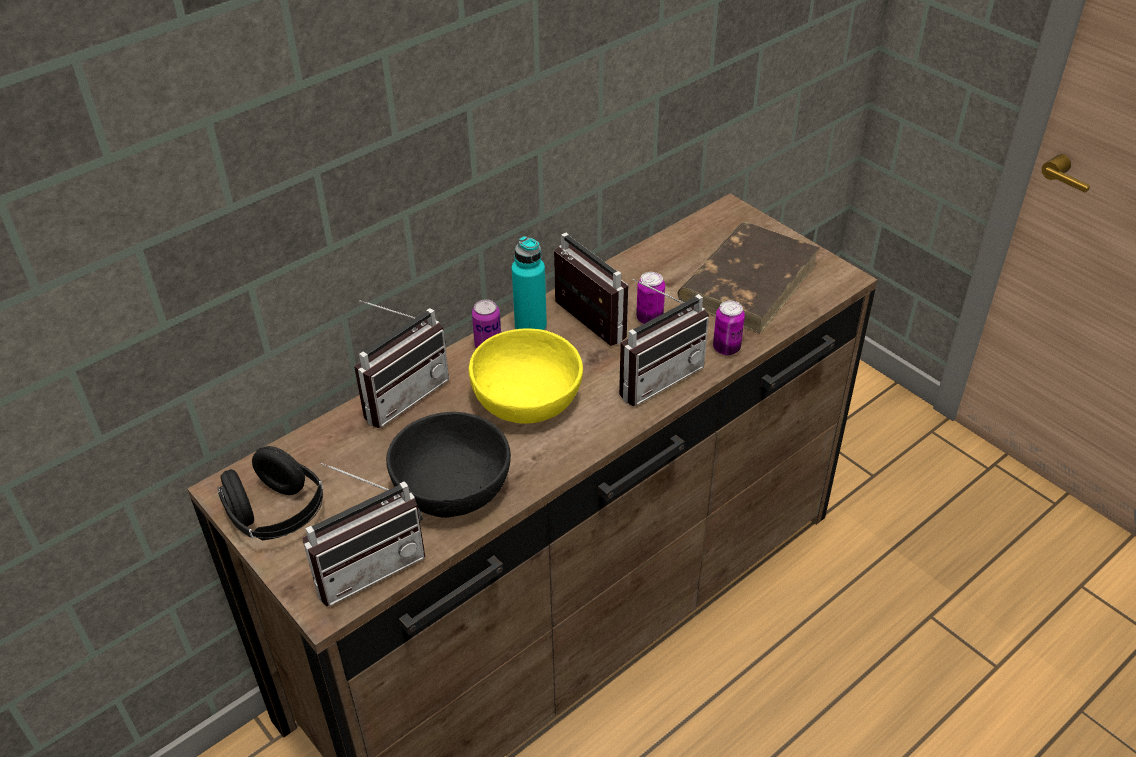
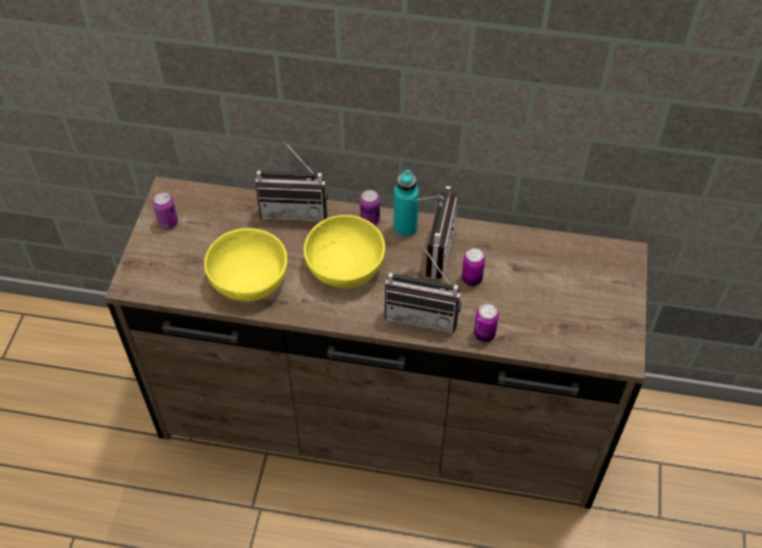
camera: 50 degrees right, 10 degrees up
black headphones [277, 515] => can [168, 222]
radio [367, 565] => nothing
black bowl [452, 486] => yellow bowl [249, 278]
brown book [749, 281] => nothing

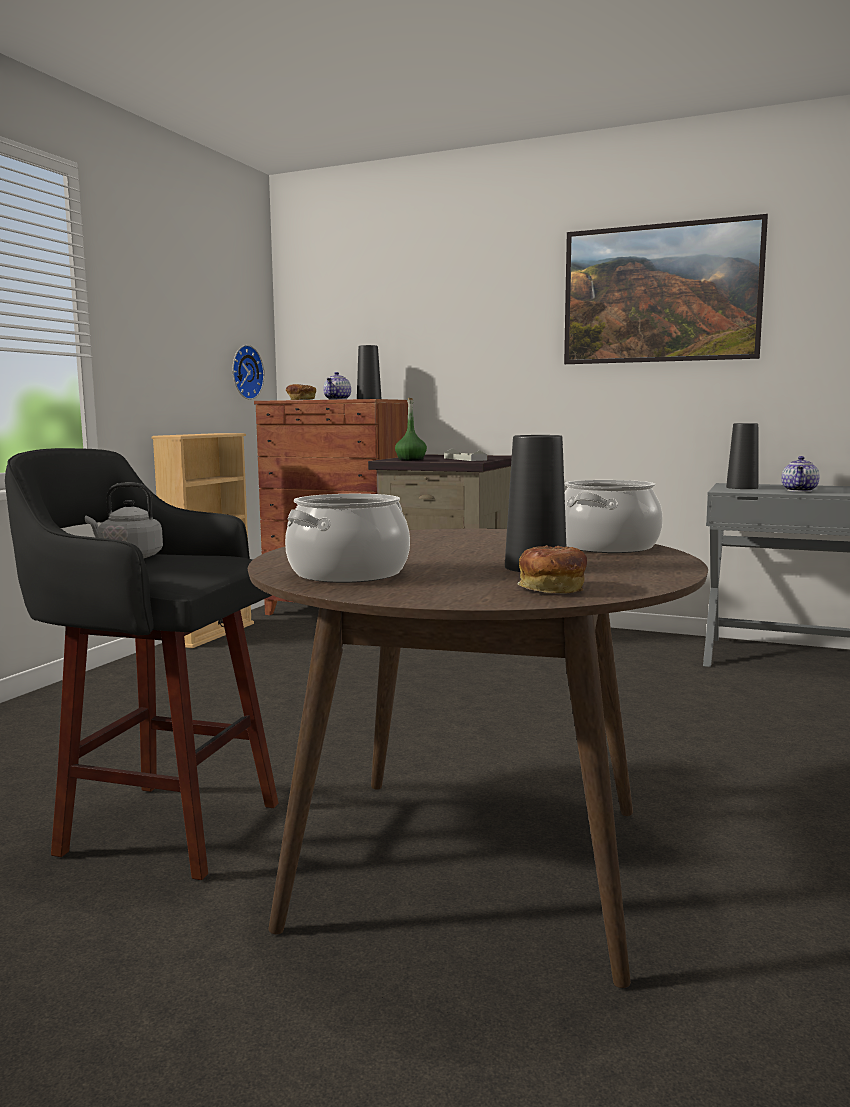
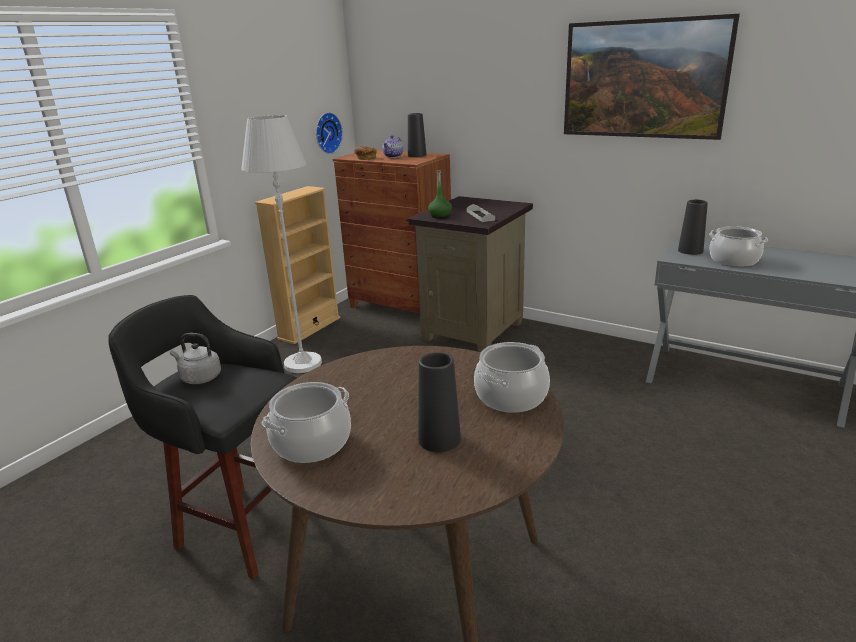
camera: 10 degrees right, 15 degrees up
bread [551, 589] => nothing
teapot [800, 490] => cooking pot [734, 260]
nothing => white floor lamp [303, 363]

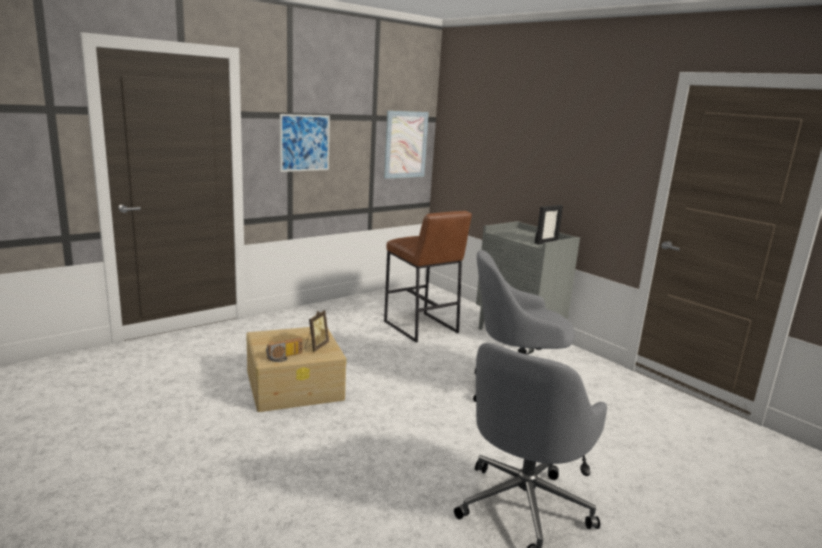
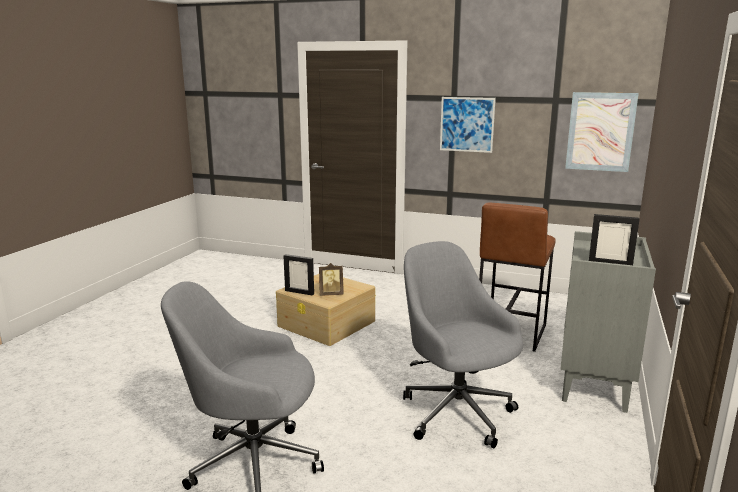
camera: 60 degrees right, 0 degrees up
radio [285, 357] => picture frame [299, 292]

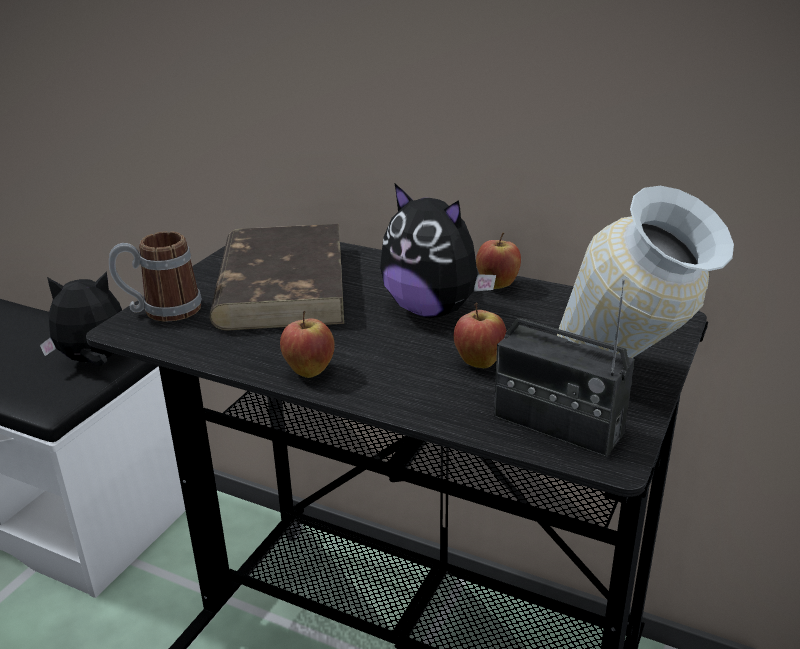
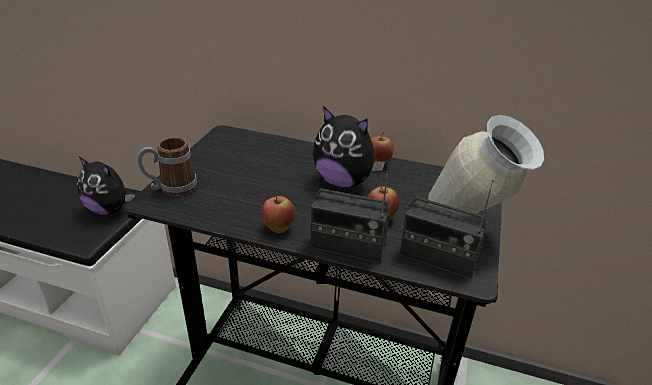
camera: 10 degrees left, 5 degrees up
plush toy [94, 361] => plush toy [110, 210], 135 degrees counterclockwise
brown book [281, 284] => nothing
nothing => radio [347, 247]

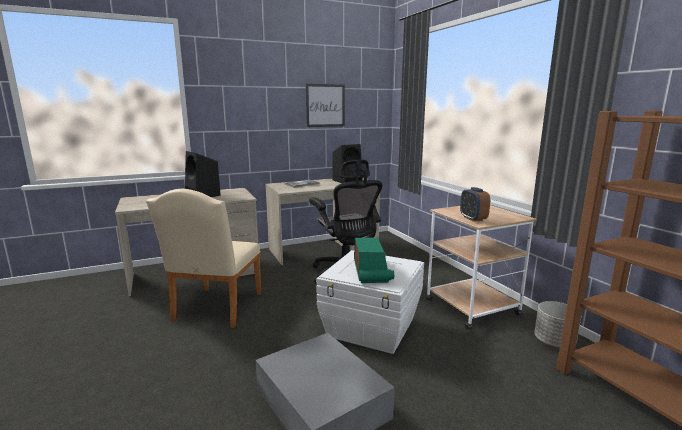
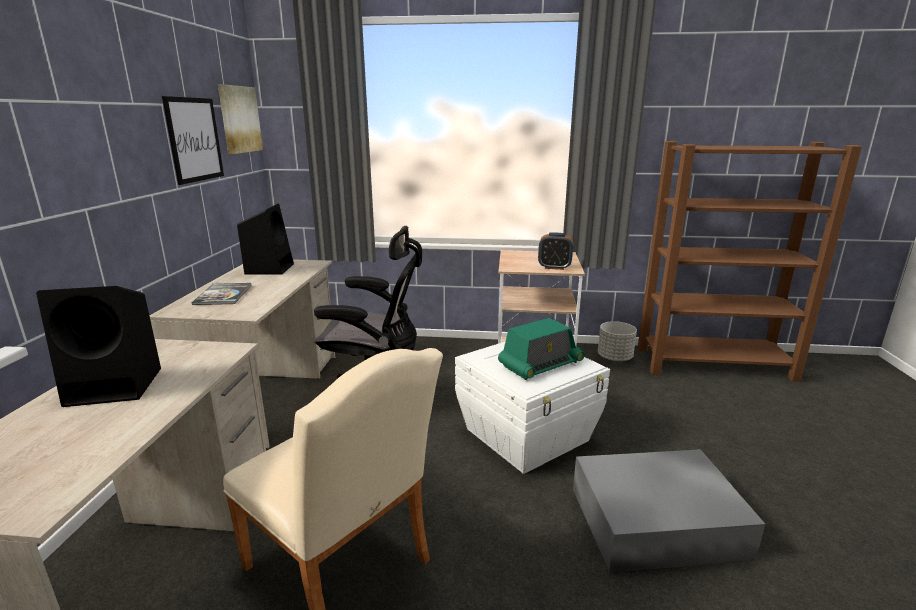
camera: 60 degrees left, 5 degrees up
radio [371, 272] => radio [540, 364], 120 degrees clockwise
nothing => picture [239, 119]

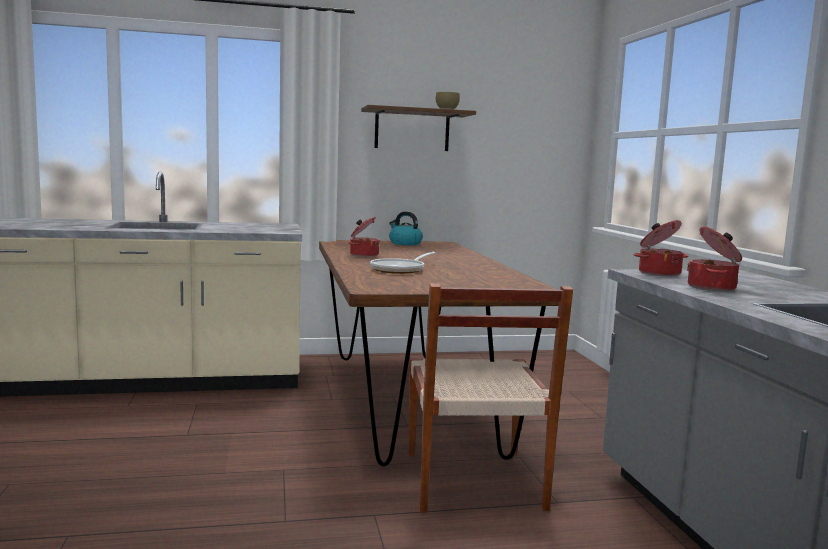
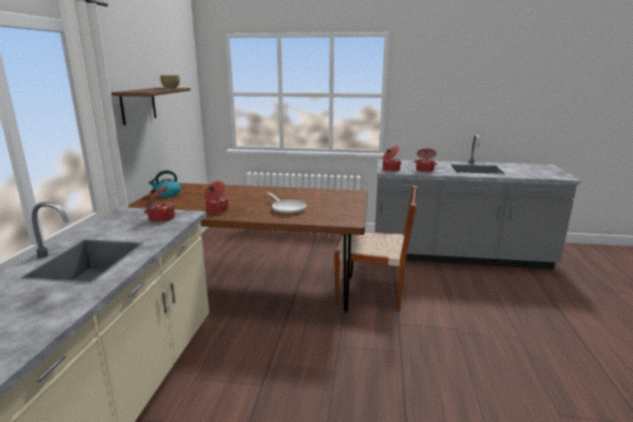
camera: 70 degrees left, 10 degrees up
nothing => cooking pot [161, 218]

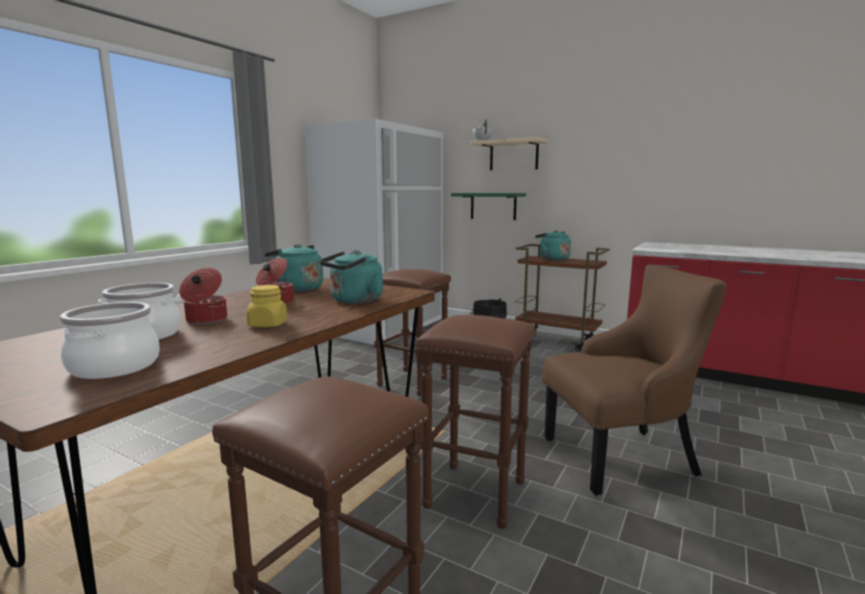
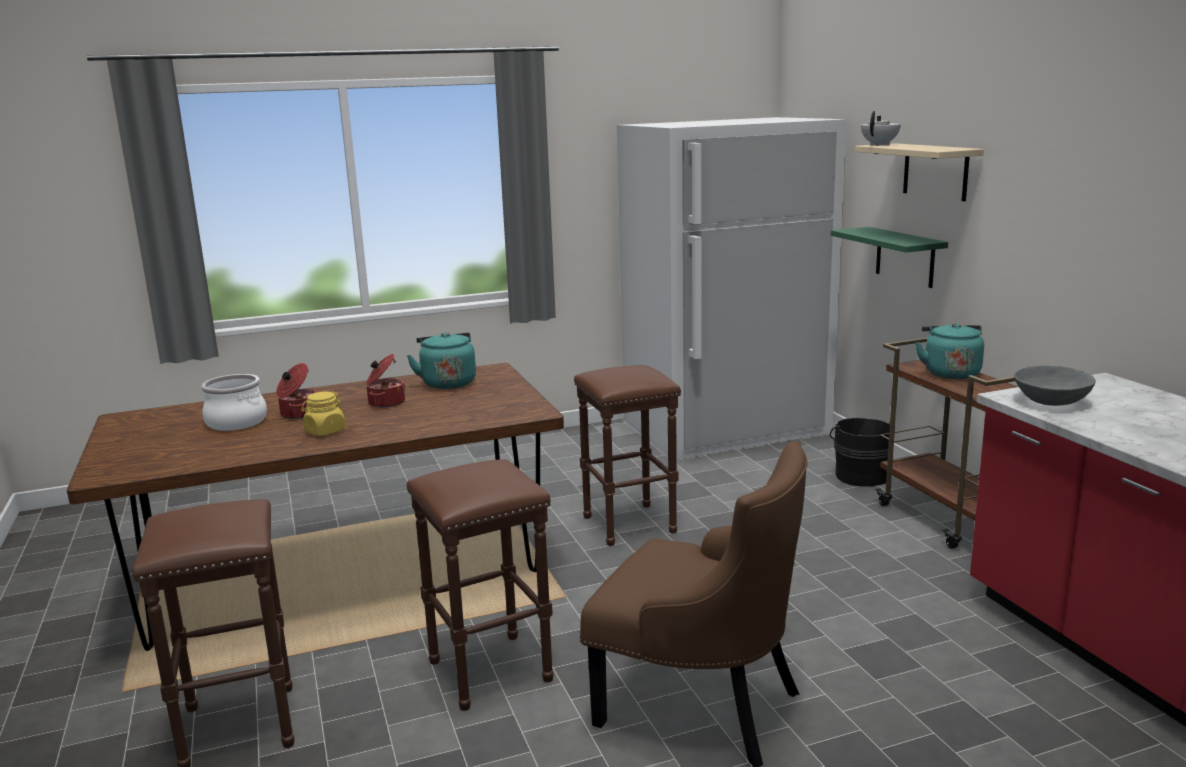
camera: 40 degrees right, 5 degrees up
cooking pot [115, 367] => nothing
turquoise kettle [354, 301] => nothing
nothing => grey bowl [1050, 401]

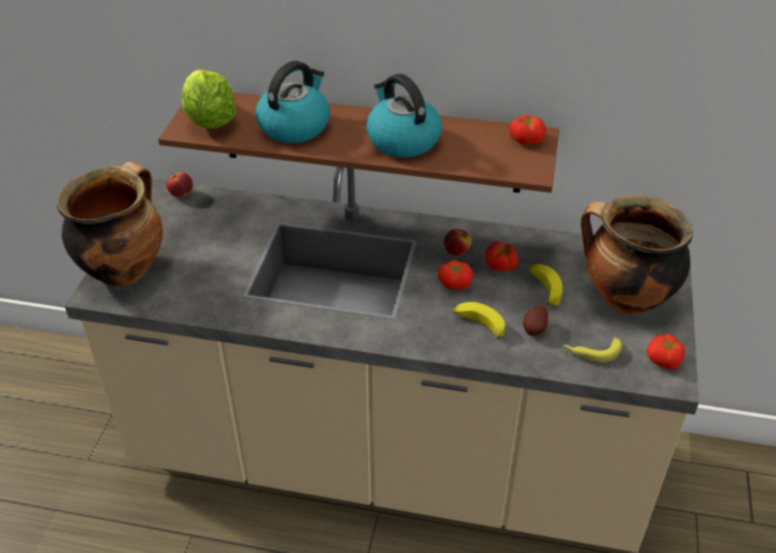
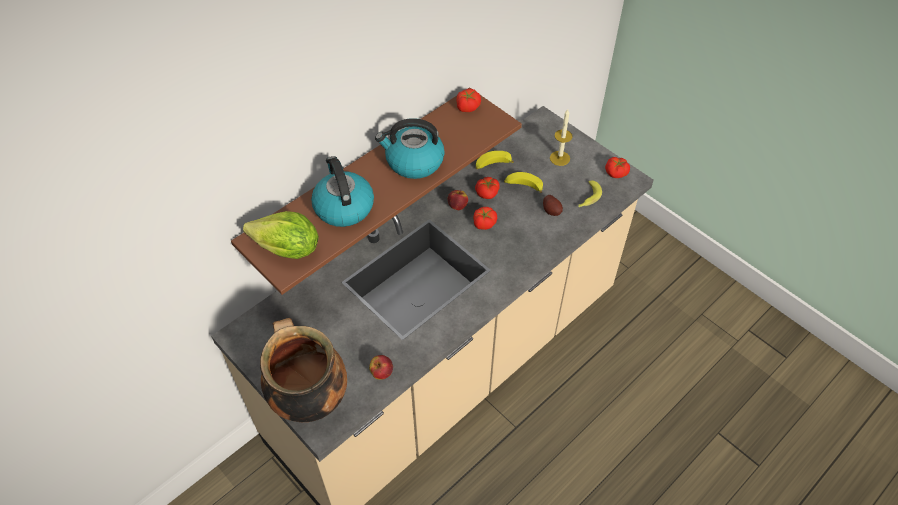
camera: 55 degrees left, 10 degrees up
apple [181, 194] => apple [382, 373], moved
banana [478, 325] => banana [492, 165], moved
cooking pot [624, 299] => candle [559, 158]

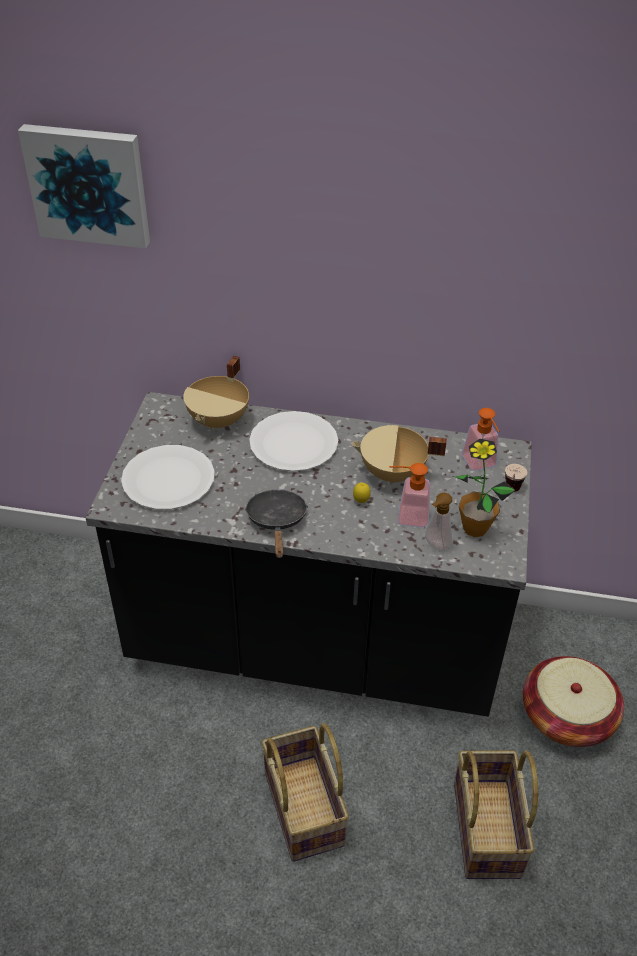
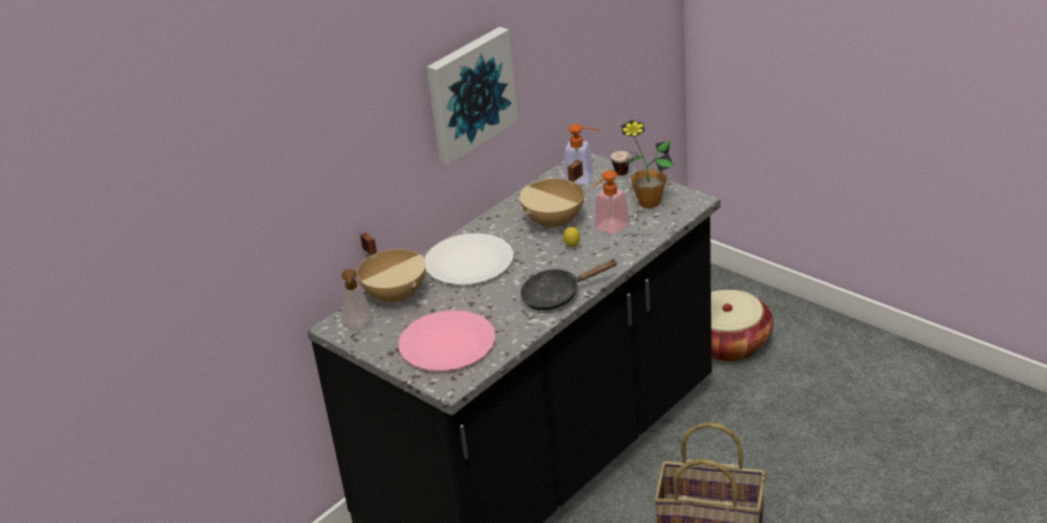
camera: 55 degrees left, 10 degrees down
picture [89, 184] => picture [469, 93], moved
white plate [168, 479] => pink plate [447, 343]
black frying pan [277, 522] => black frying pan [557, 295], 45 degrees counterclockwise
soap dispenser [435, 547] => soap dispenser [359, 329], moved
basket [488, 829] => nothing

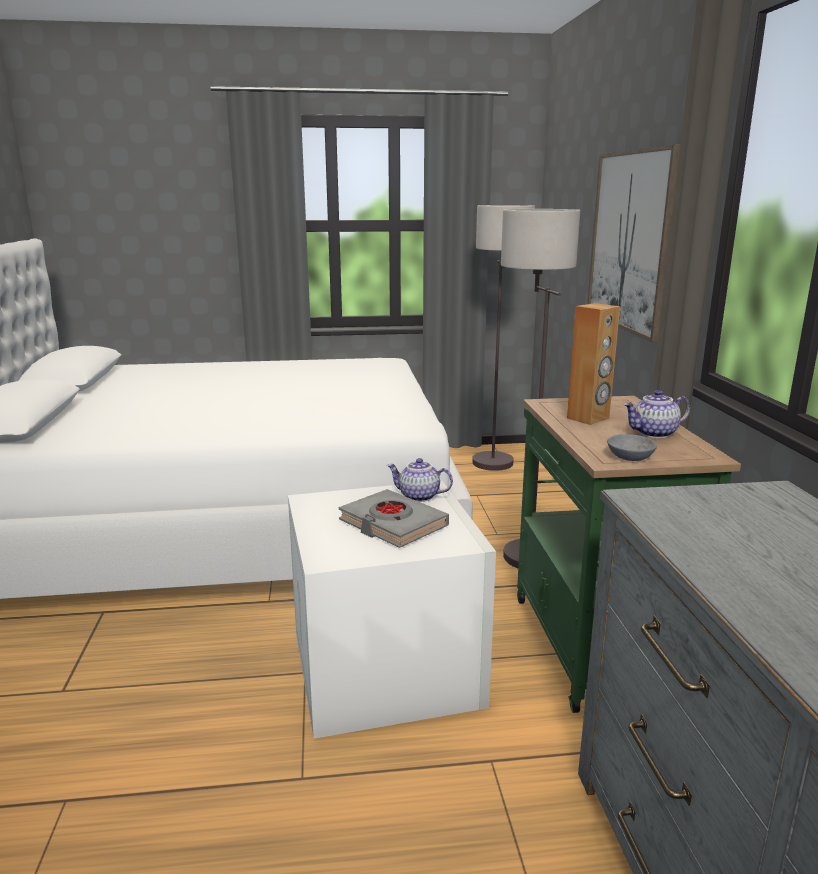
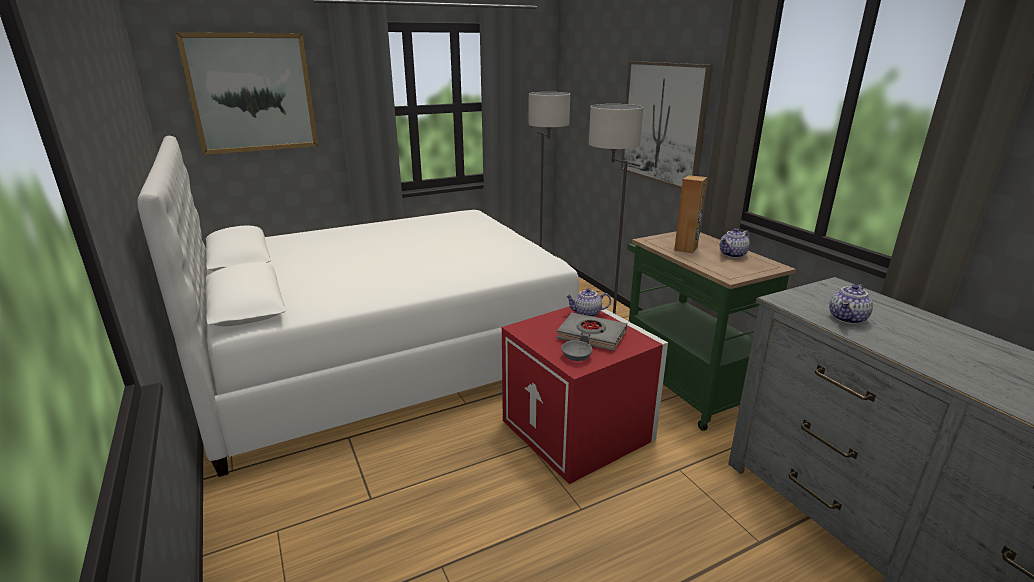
camera: 20 degrees left, 5 degrees up
white storage box [388, 668] => red storage box [580, 430]
grey bowl [628, 456] => grey bowl [575, 357], moved
nothing => picture [252, 93]
nothing => teapot [848, 319]

